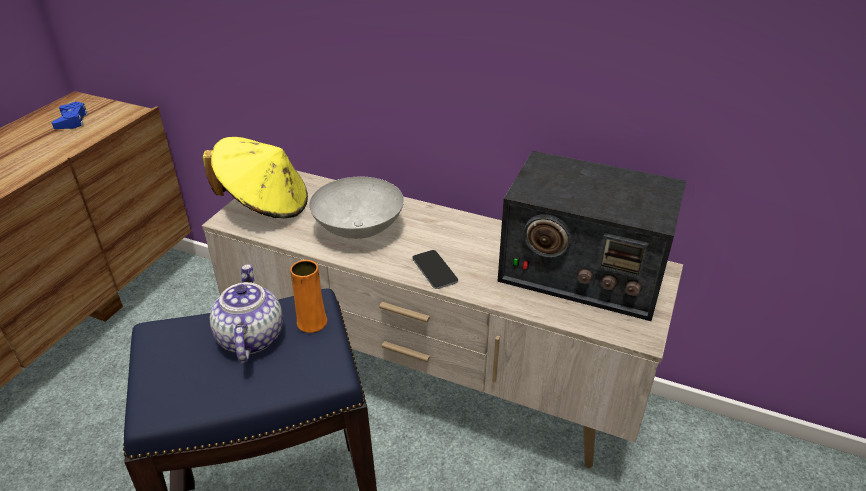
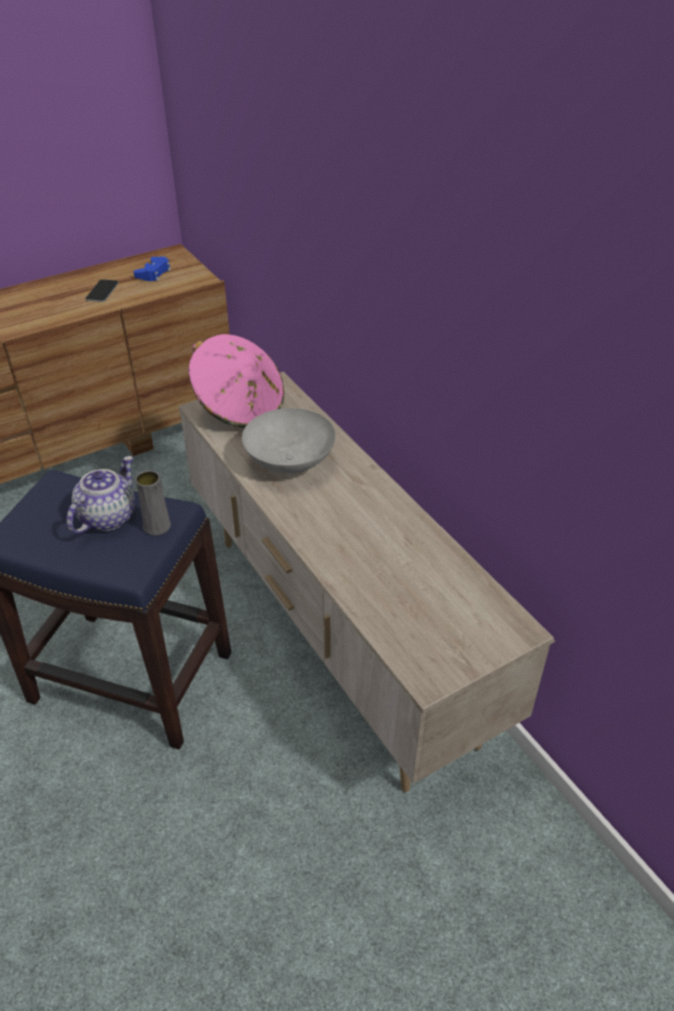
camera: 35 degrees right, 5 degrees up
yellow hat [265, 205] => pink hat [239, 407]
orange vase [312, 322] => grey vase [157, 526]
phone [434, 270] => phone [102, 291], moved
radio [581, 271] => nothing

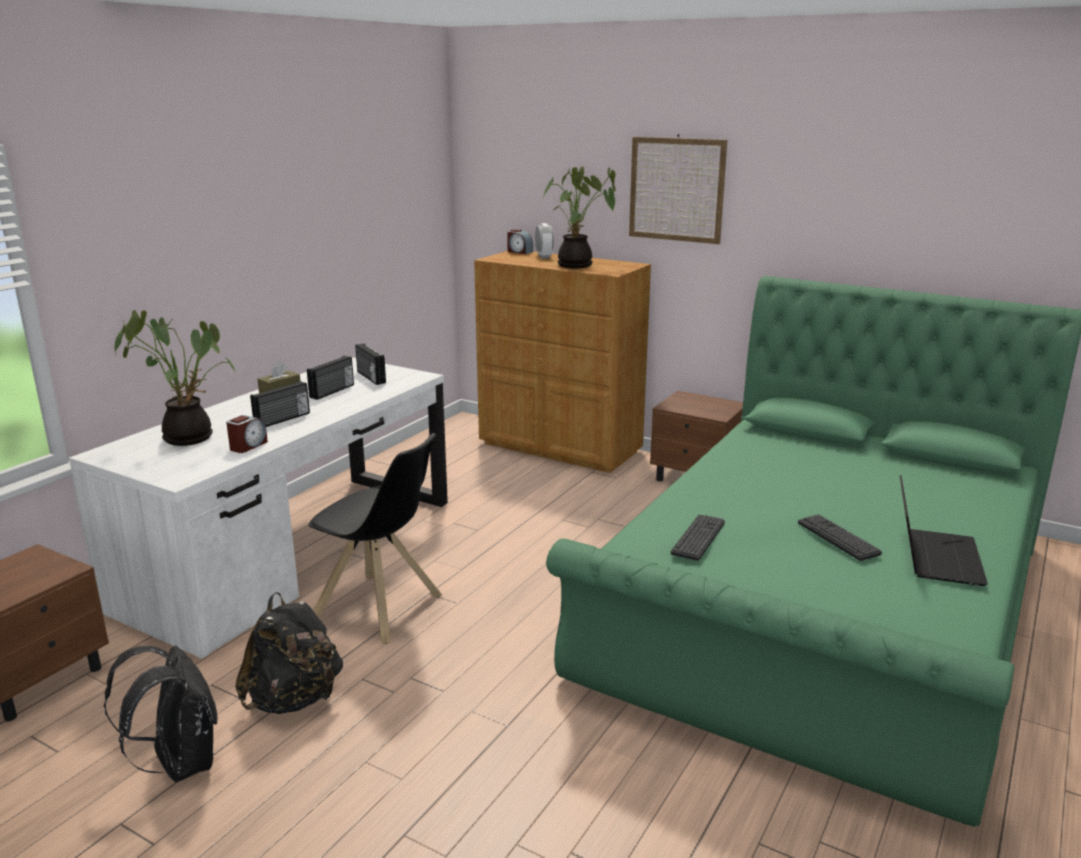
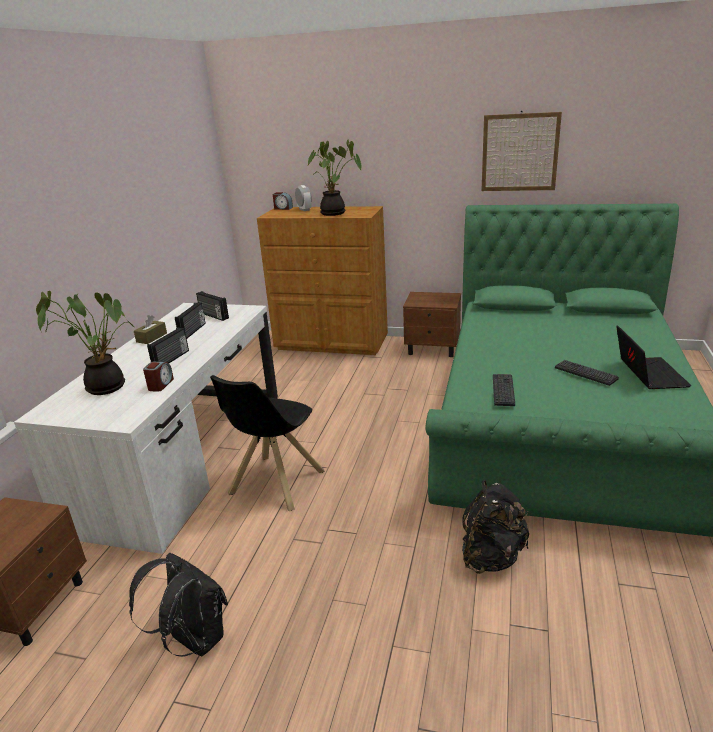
camera: 15 degrees left, 5 degrees up
black backpack [294, 700] => black backpack [491, 557], moved
black chair [380, 608] => black chair [275, 484], 105 degrees clockwise
picture [676, 188] => picture [520, 151], moved

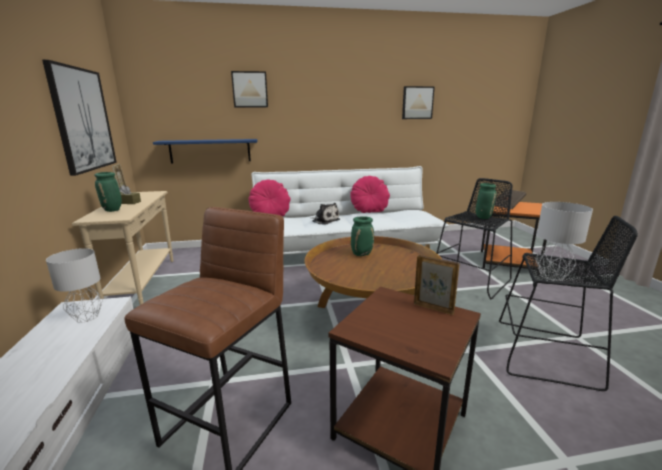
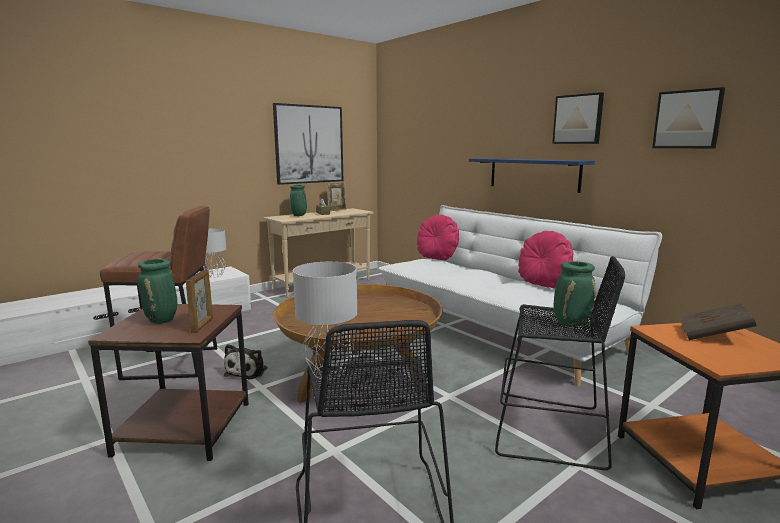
camera: 60 degrees right, 5 degrees down
blue shelf [210, 151] => blue shelf [533, 174], moved
picture [250, 89] => picture [578, 119], moved
plush toy [325, 220] => plush toy [248, 371], moved
green vase [362, 254] => green vase [162, 321], moved

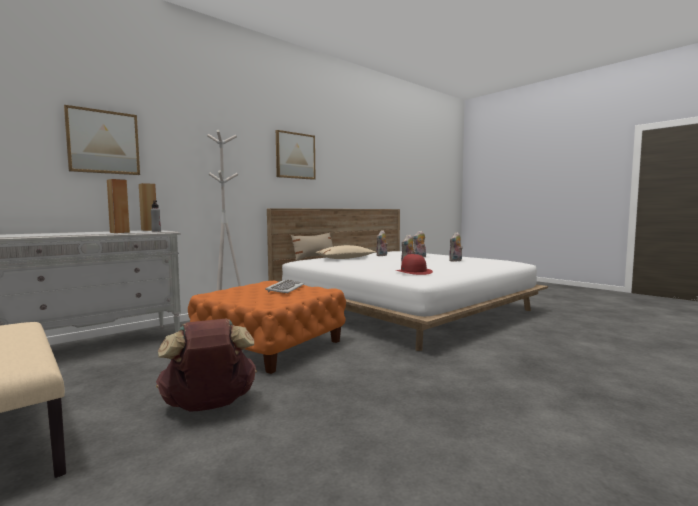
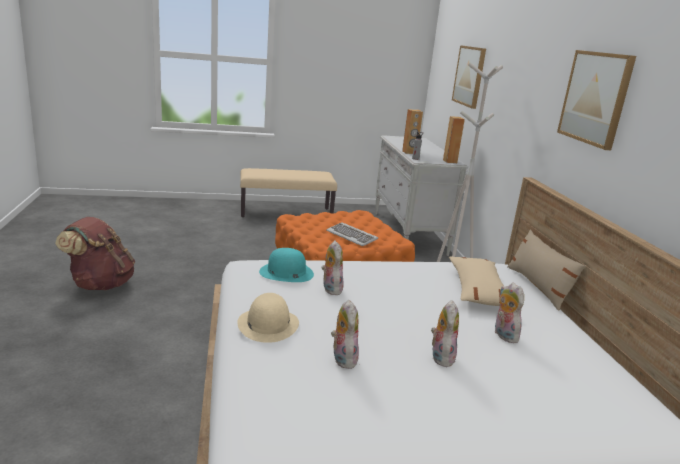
camera: 120 degrees right, 15 degrees up
brown backpack [209, 406] => brown backpack [100, 284], moved
red hat [413, 272] => turquoise hat [286, 272]
nothing => beige hat [268, 324]

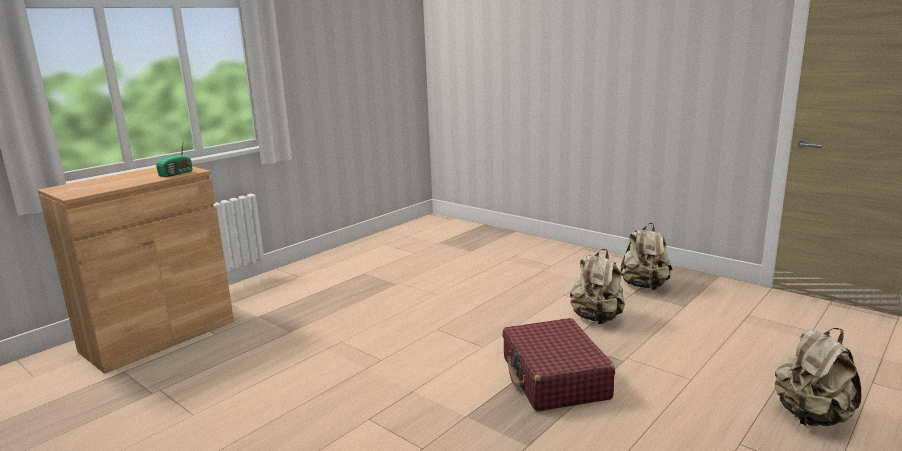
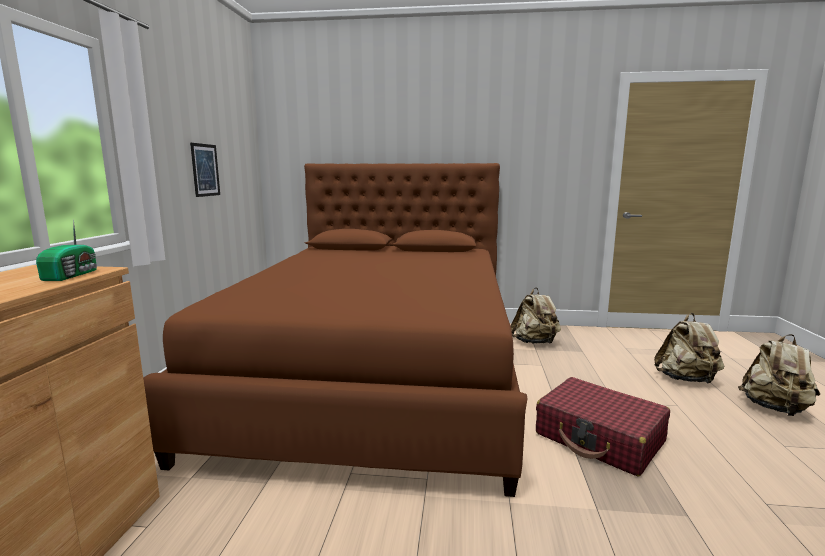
camera: 35 degrees left, 5 degrees down
beige backpack [596, 318] => beige backpack [686, 379], moved
nothing => brown bed [379, 373]
nothing => picture [205, 170]

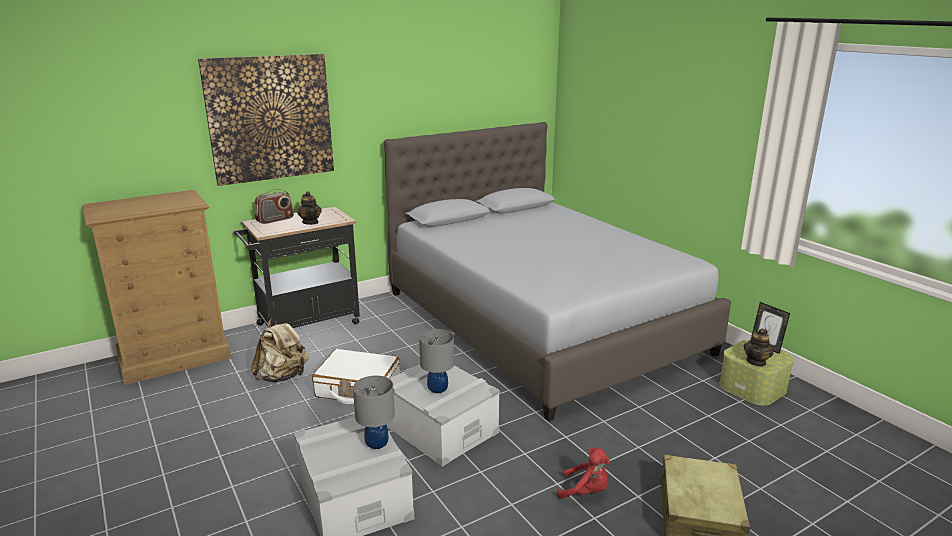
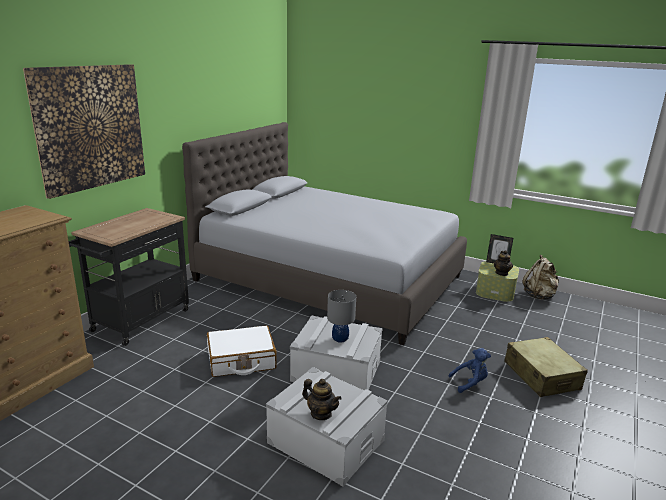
camera: 30 degrees left, 0 degrees up
beige backpack [282, 377] => beige backpack [539, 296], moved
radio [275, 220] => nothing
teapot [310, 222] => teapot [321, 414], moved
grey table lamp [378, 444] => nothing
red plush toy [585, 492] => blue plush toy [470, 383]

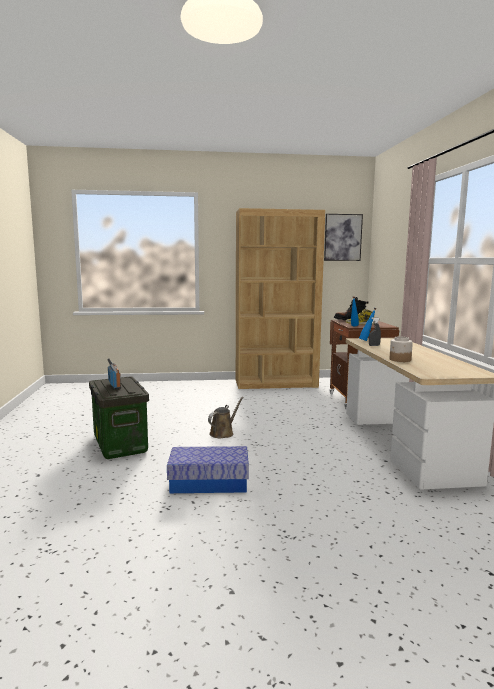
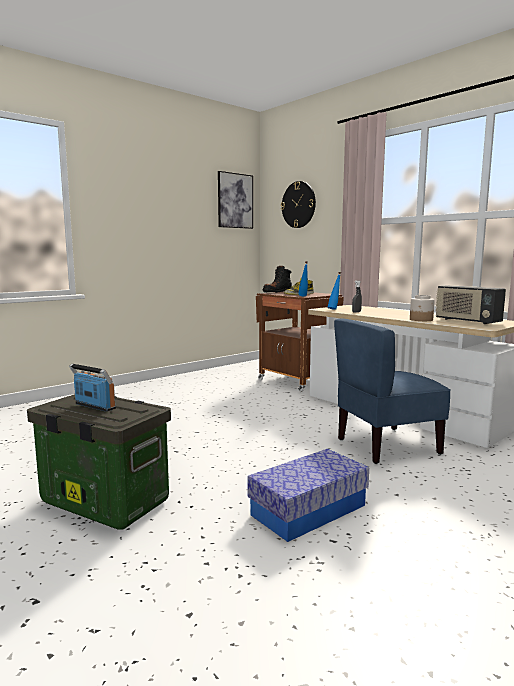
camera: 35 degrees left, 0 degrees up
brown watering can [223, 433] => nothing
brown bookcase [276, 383] => nothing
nothing => wall clock [298, 204]
nothing => blue chair [386, 446]
nothing => radio [467, 321]

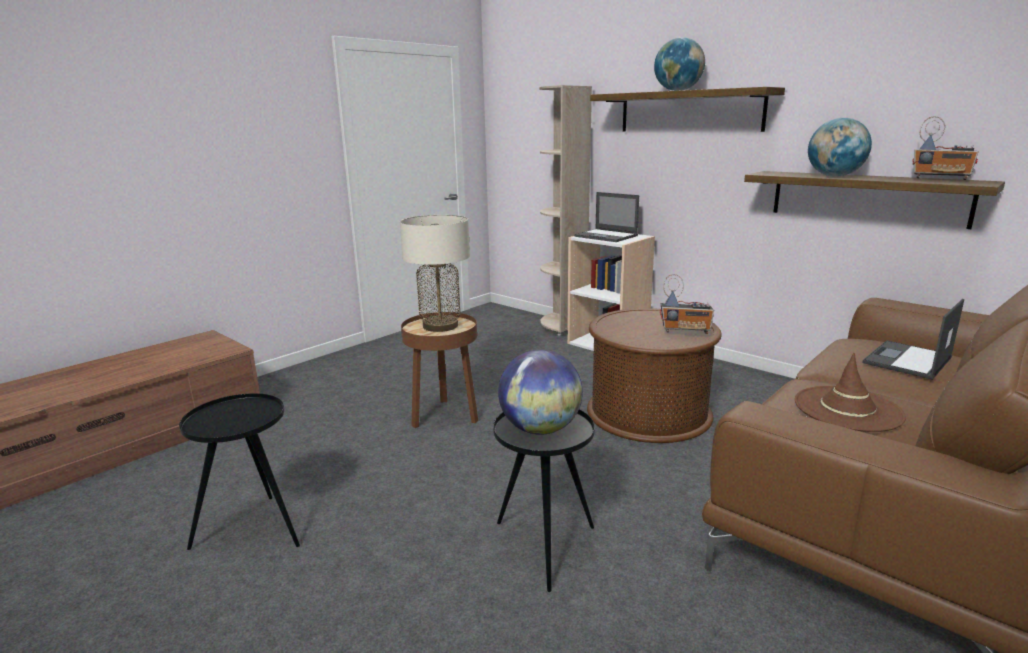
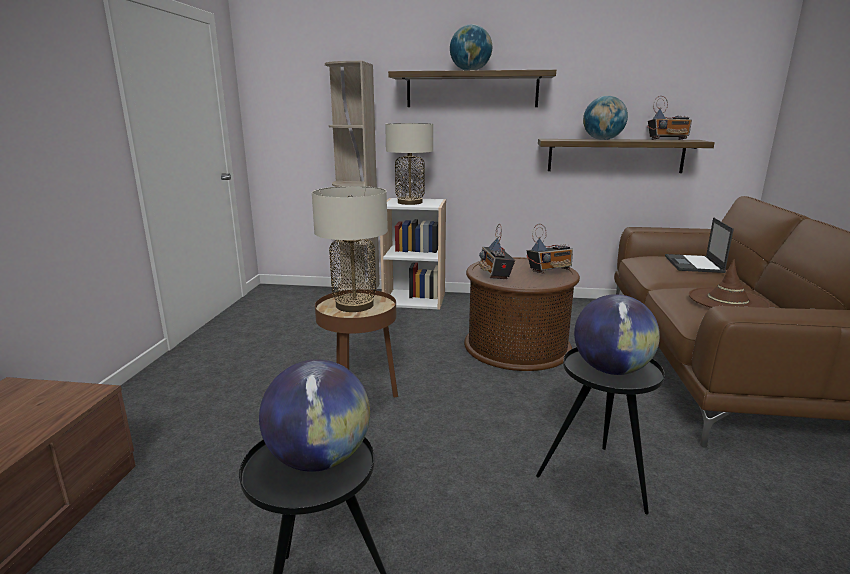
camera: 35 degrees left, 0 degrees up
laptop [606, 236] => table lamp [410, 202]
nothing => globe [319, 459]
nothing => radio [495, 274]

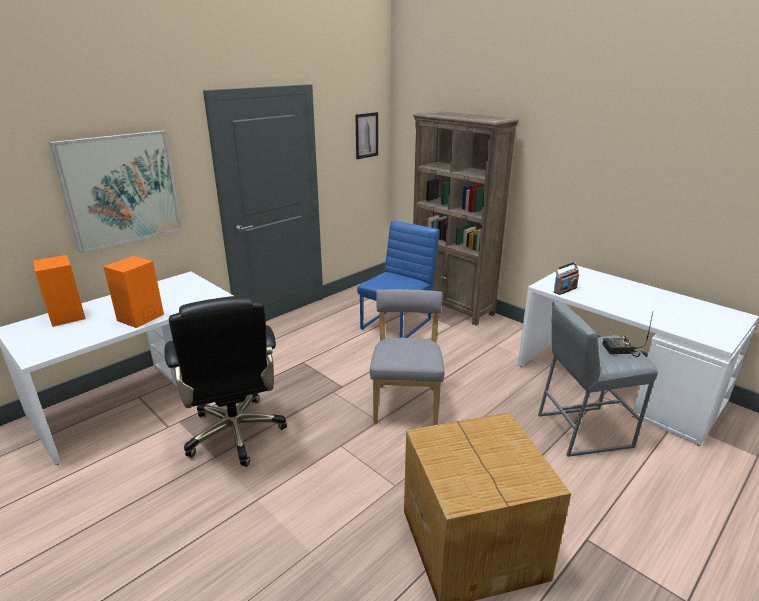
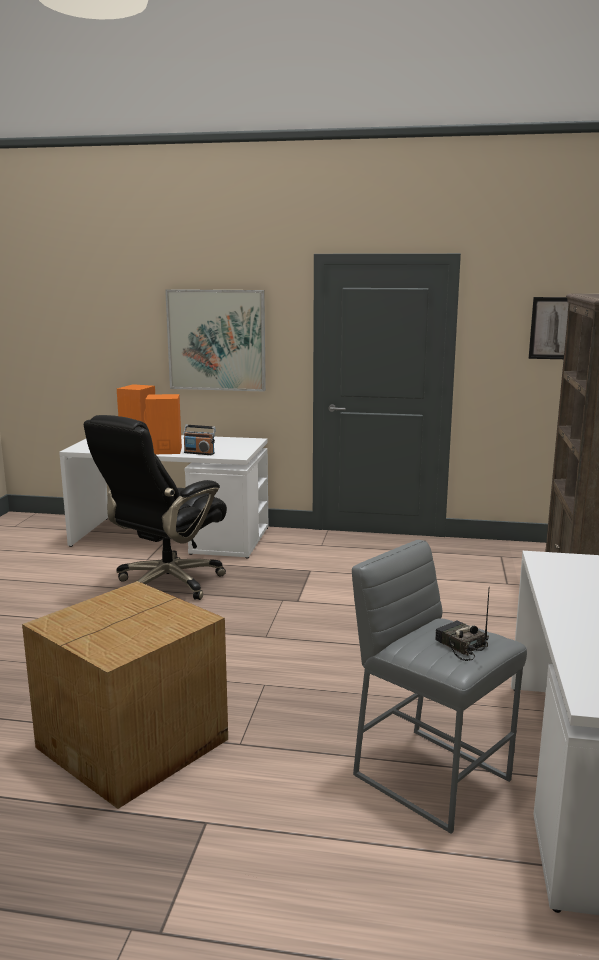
camera: 55 degrees right, 10 degrees down
blue chair [397, 323] => nothing
grey chair [406, 403] => nothing
radio [564, 290] => radio [199, 453], moved

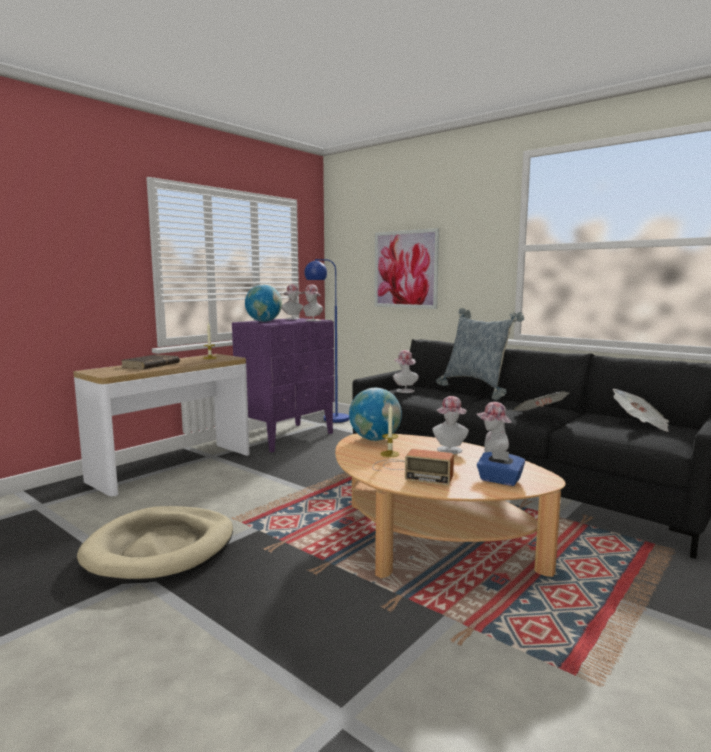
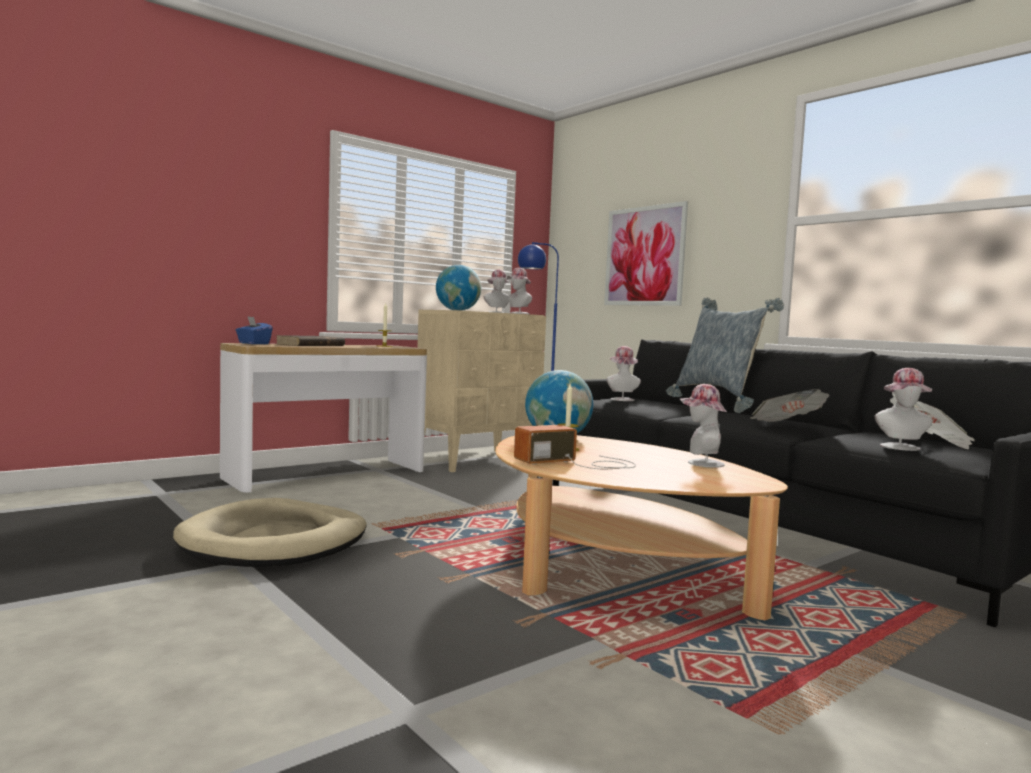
camera: 10 degrees right, 5 degrees down
purple dresser [287, 437] => beige dresser [478, 461]
radio [410, 471] => radio [580, 463], 120 degrees clockwise
hat [450, 451] => hat [901, 448], moved
blue tissue box [499, 480] => blue tissue box [253, 343], moved

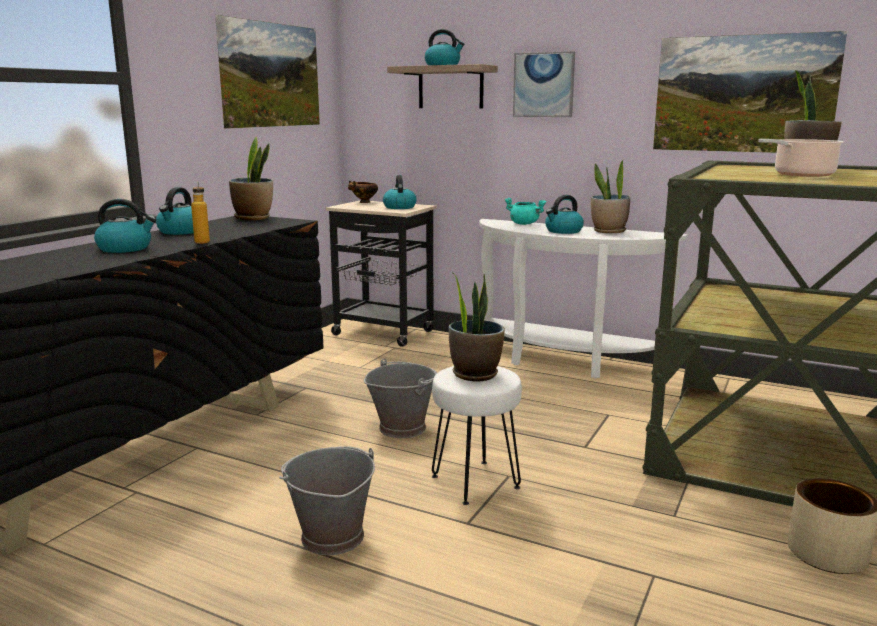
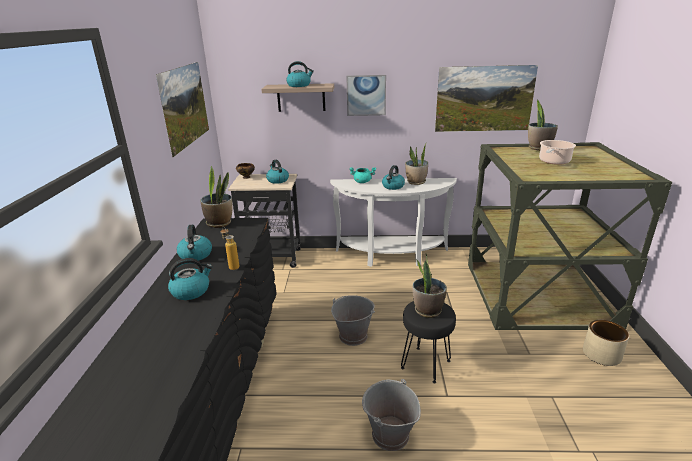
camera: 25 degrees left, 10 degrees up
white stool [475, 481] => black stool [425, 364]

